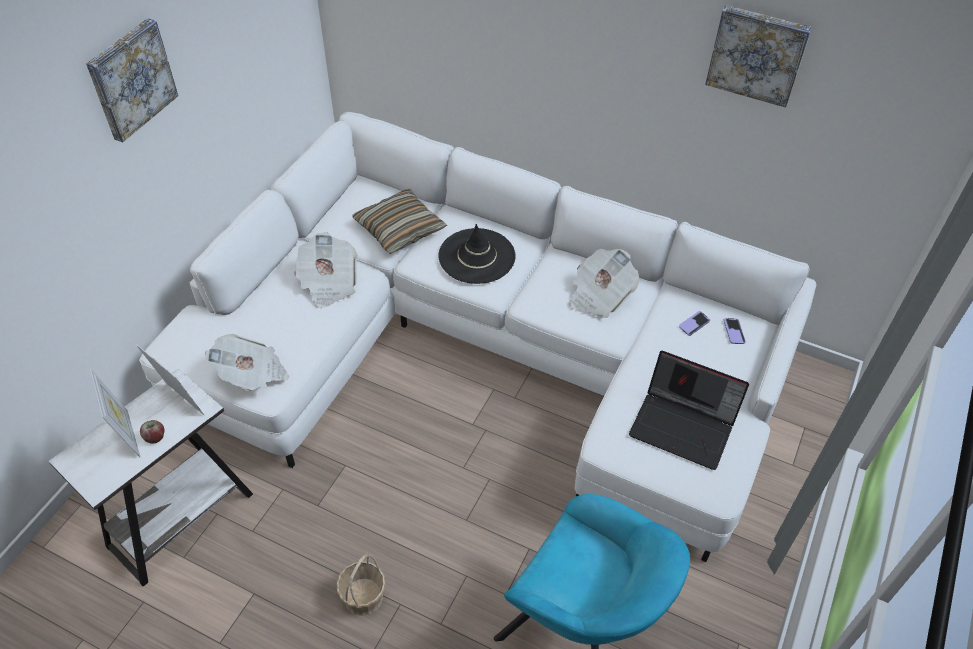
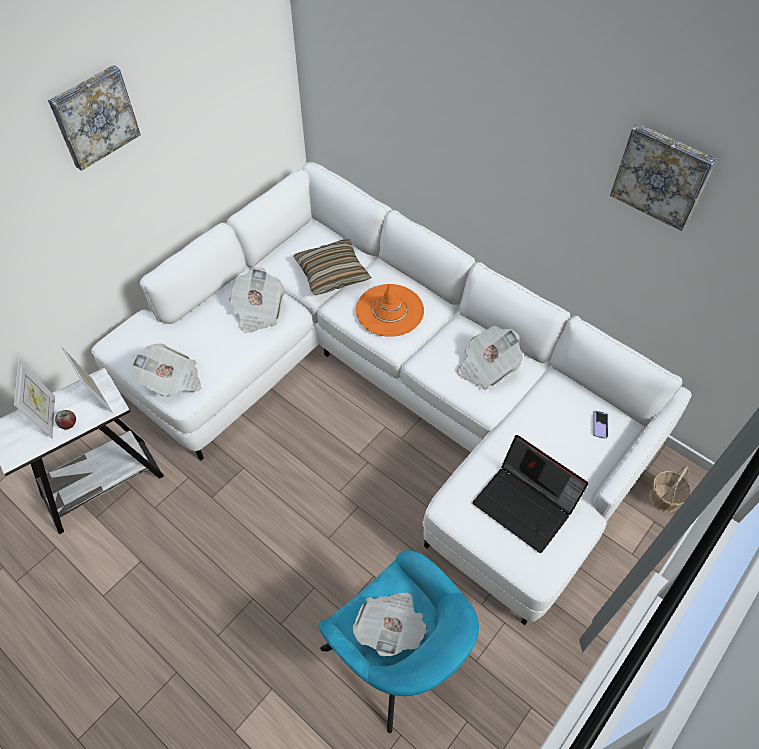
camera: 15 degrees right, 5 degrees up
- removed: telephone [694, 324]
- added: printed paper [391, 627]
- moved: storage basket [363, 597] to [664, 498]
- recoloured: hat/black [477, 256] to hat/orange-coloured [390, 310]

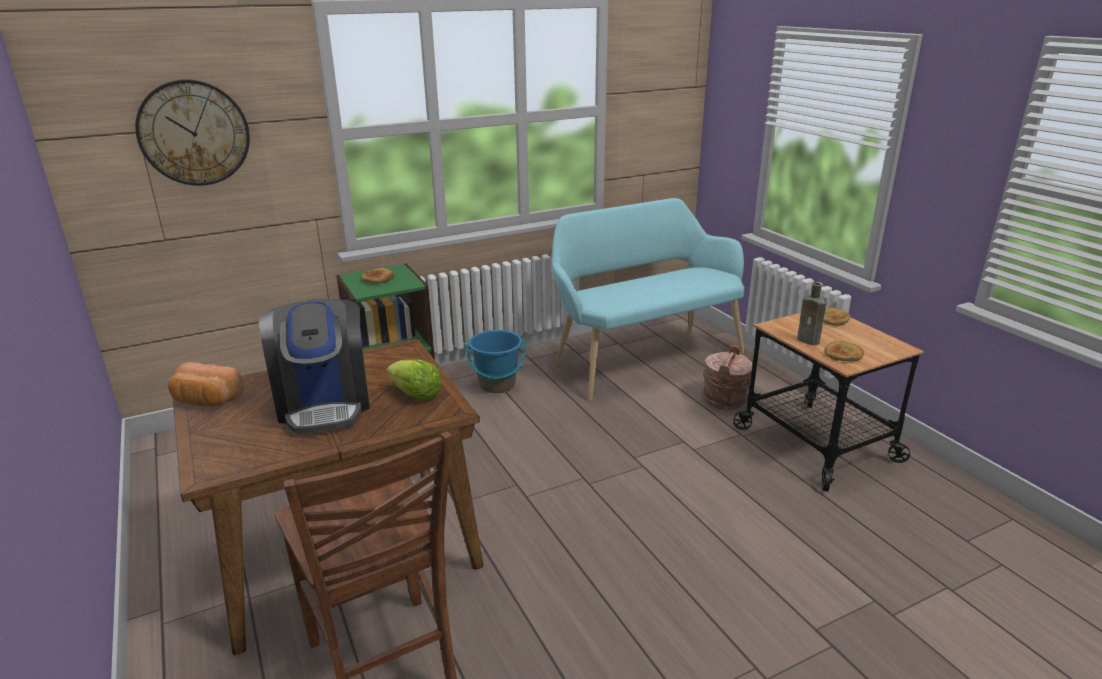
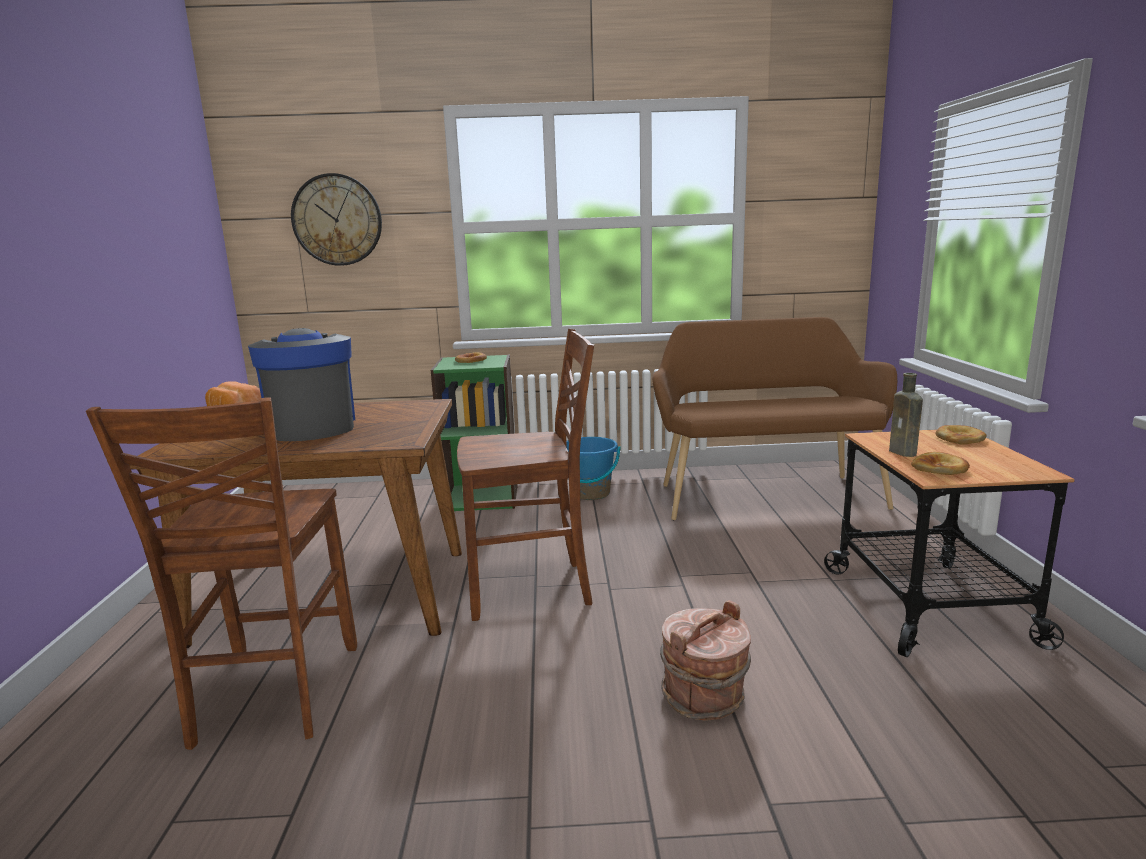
camera: 25 degrees right, 10 degrees down
- removed: lettuce [415, 394]
- added: upright chair/brownish [531, 589]
- moved: water bucket/brownish [725, 400] to [704, 698]
- recoloured: bench/blue-green [643, 359] to bench/brownish [764, 494]
- turned: coffee brewer [324, 404] = [312, 426] 150 degrees clockwise

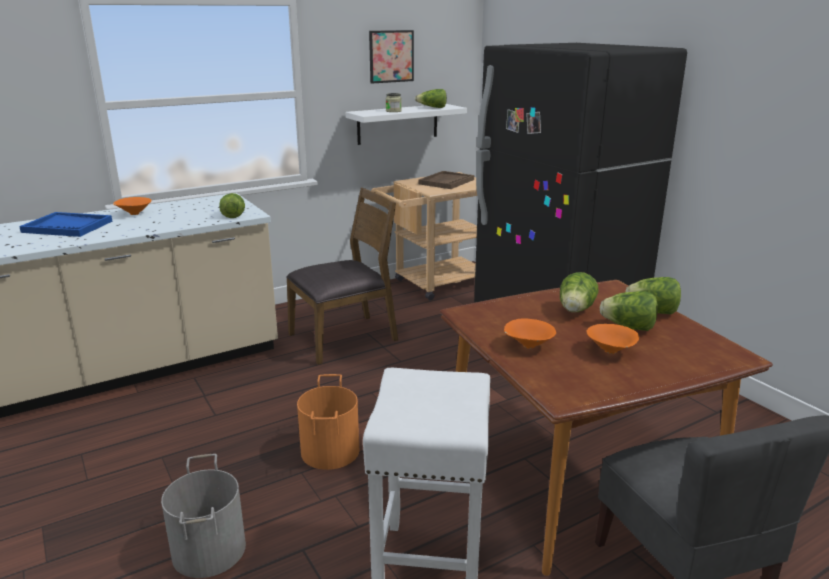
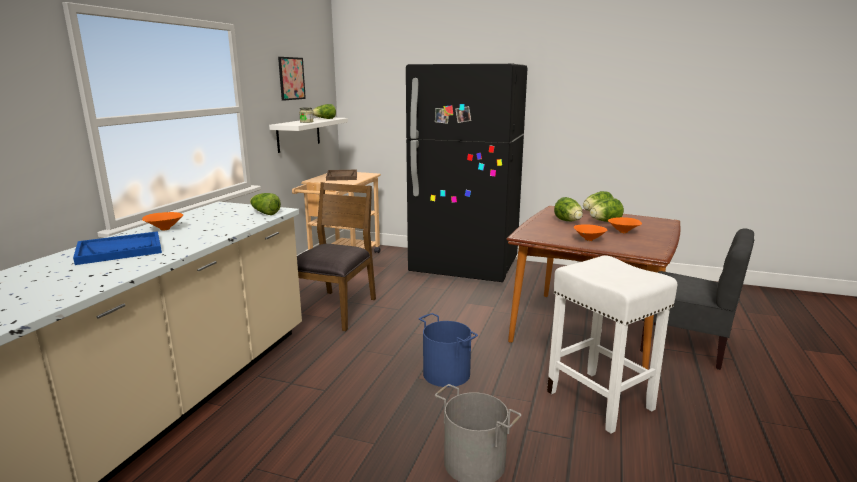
camera: 40 degrees left, 5 degrees down
- recoloured: water bucket/orange-coloured [329, 451] to water bucket/blue-coloured [446, 374]

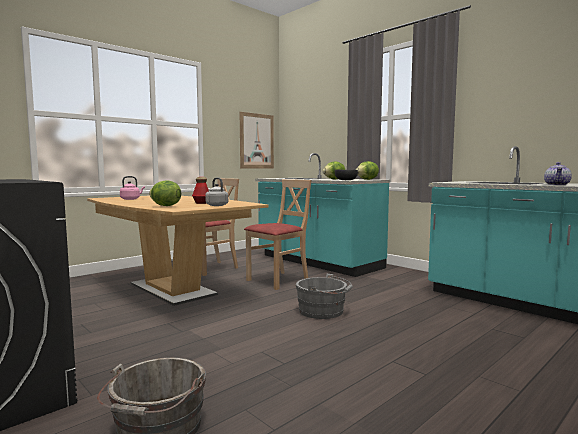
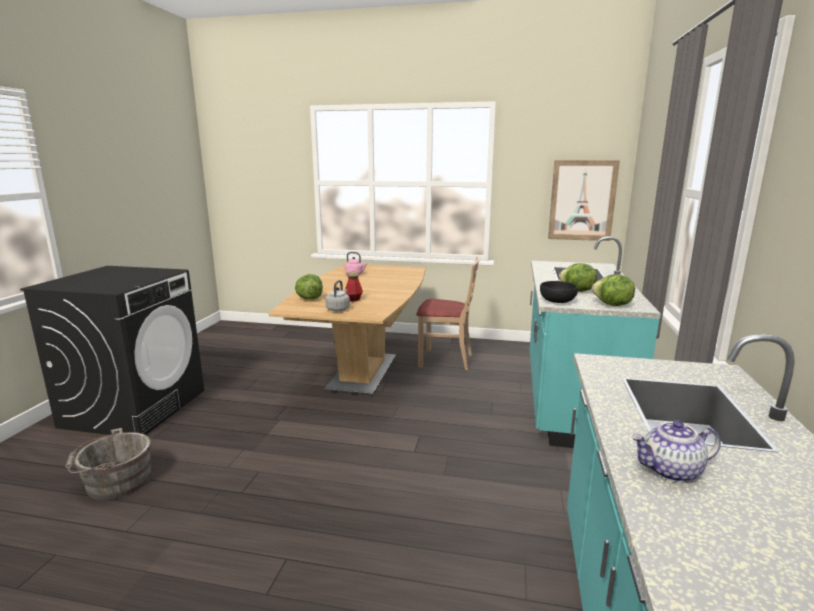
camera: 55 degrees right, 10 degrees up
- removed: upright chair/beige [278, 280]
- removed: water bucket/greyish [323, 311]

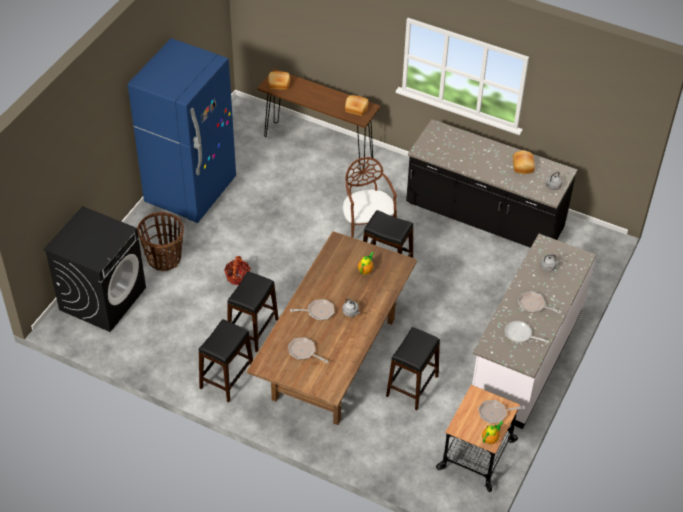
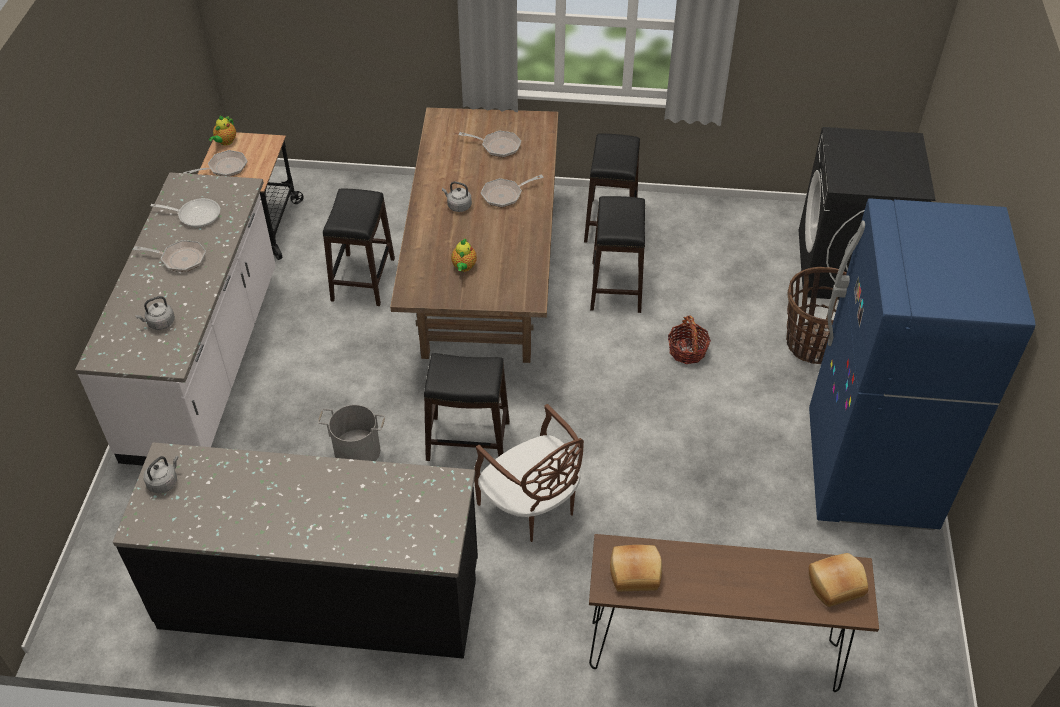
camera: 160 degrees right, 0 degrees up
- removed: baked bread [523, 166]
- added: water bucket/greyish [357, 450]

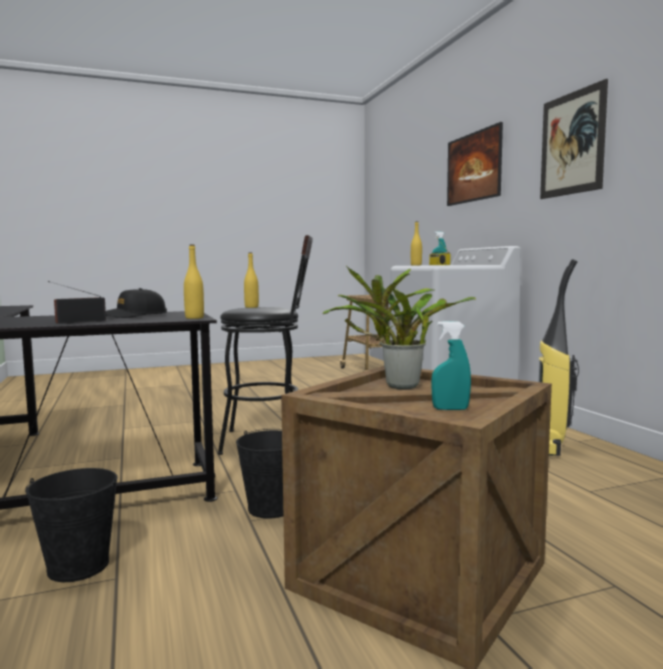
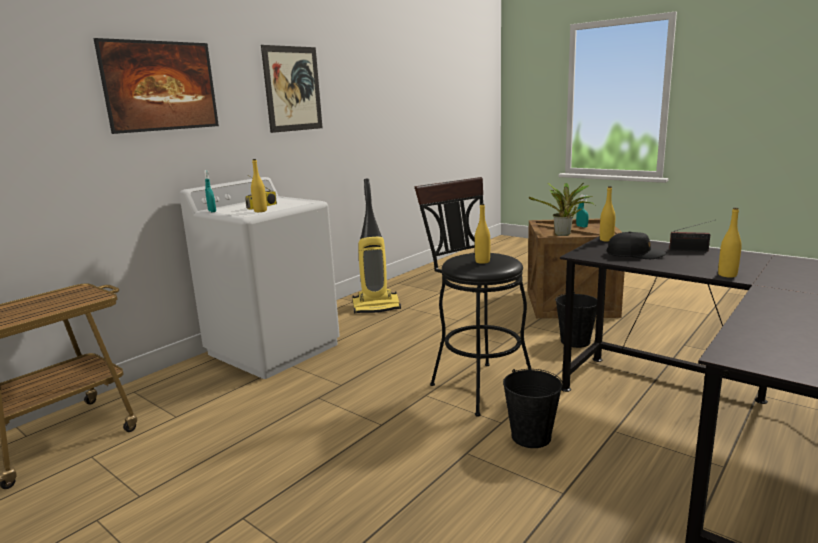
camera: 120 degrees left, 10 degrees up
- added: drink bottle/yellow-coloured [727, 275]
- moved: water bucket/black [78, 566] to [531, 437]

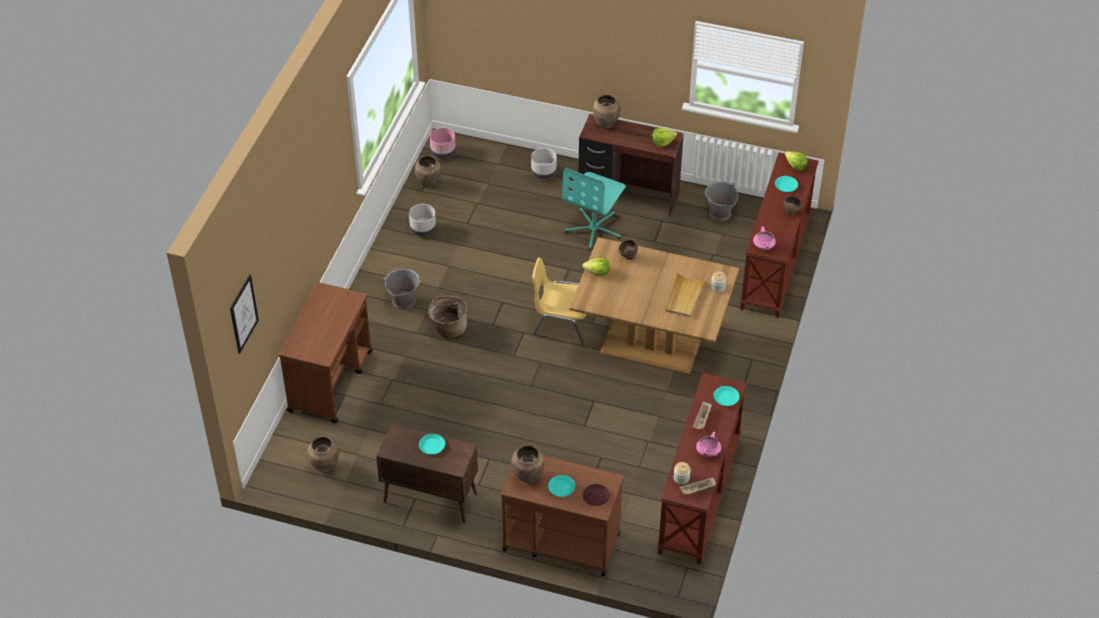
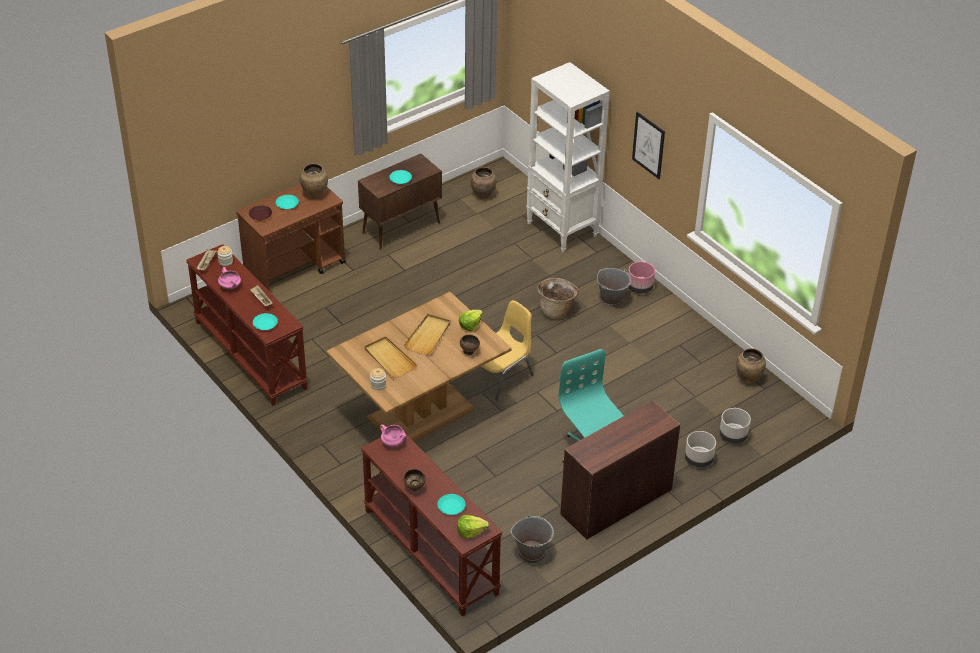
camera: 125 degrees right, 5 degrees down
- removed: vase/brownish [605, 124]
- removed: lettuce [662, 141]
- added: serving tray/beige [428, 336]
- moved: wall art [243, 314] to [648, 145]
- moved: plant pot/greyish [423, 230] to [732, 436]
- moved: plant pot/pink [443, 153] to [639, 288]
- replaced: cart/brownish [331, 381] to shelving unit/white-coloured [562, 229]

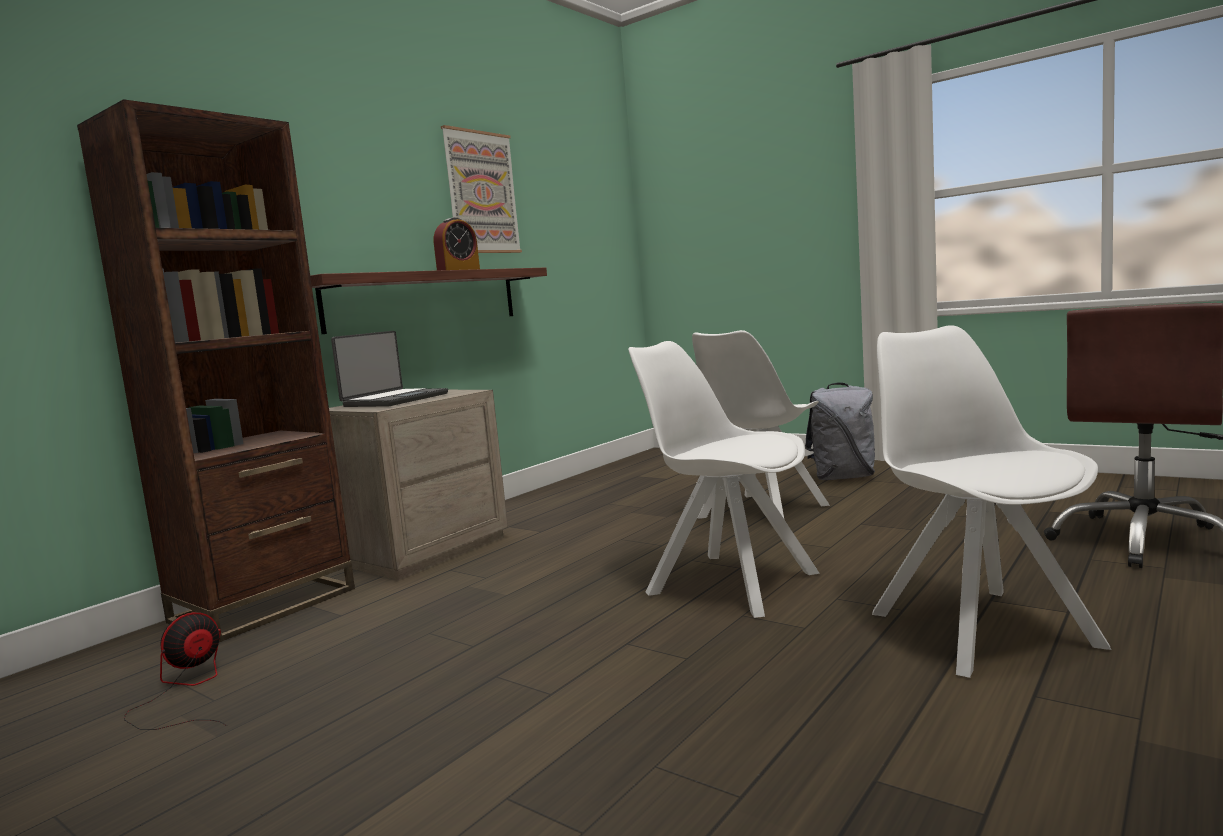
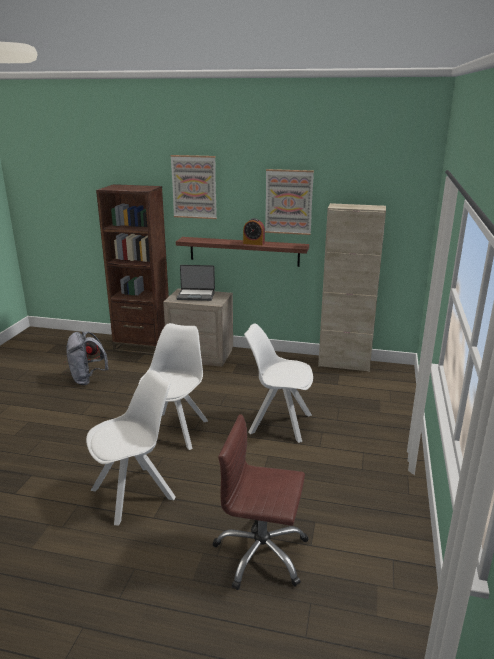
camera: 65 degrees right, 15 degrees up
- added: wall art [194, 187]
- added: cupboard/beige [344, 364]
- moved: knapsack/greyish [842, 477] to [88, 379]

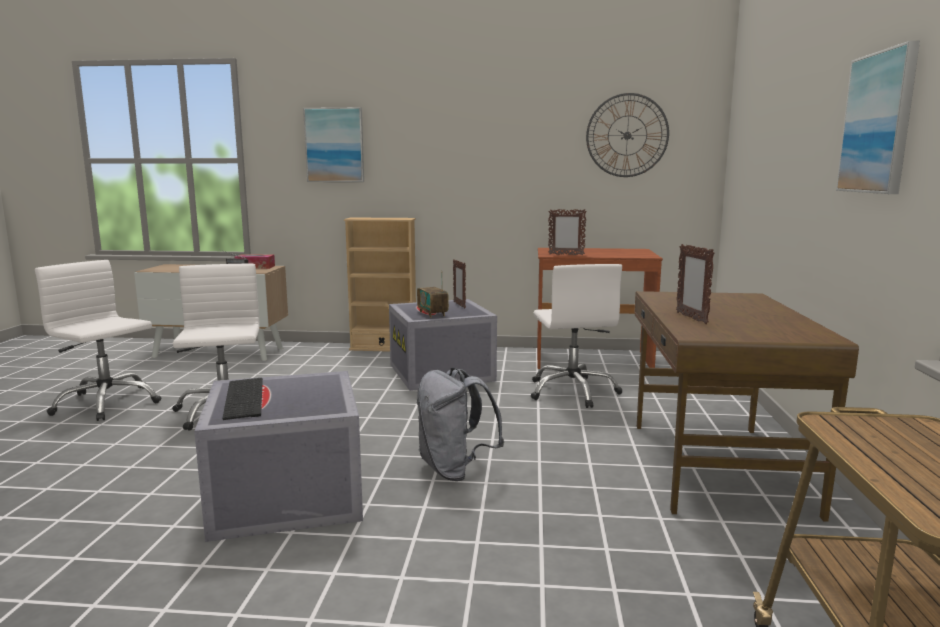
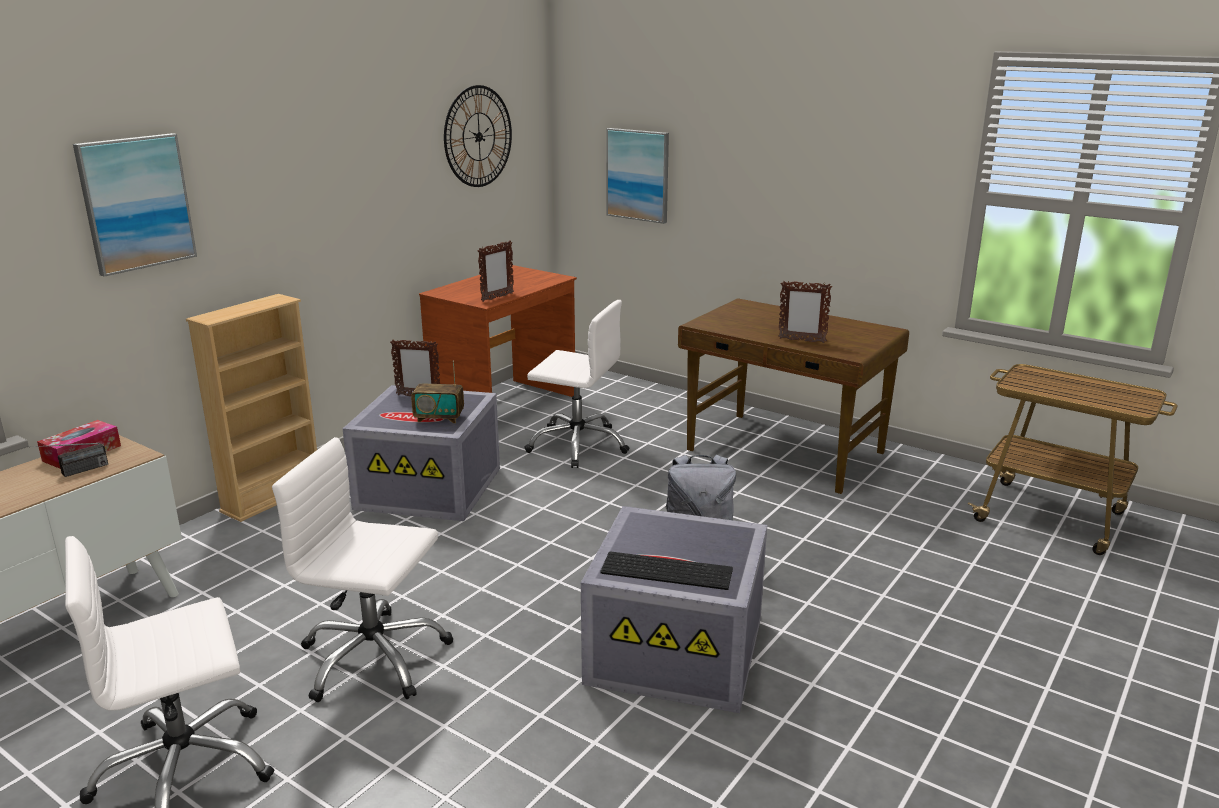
camera: 60 degrees left, 10 degrees up
- moved: wall art [878, 123] to [638, 175]

